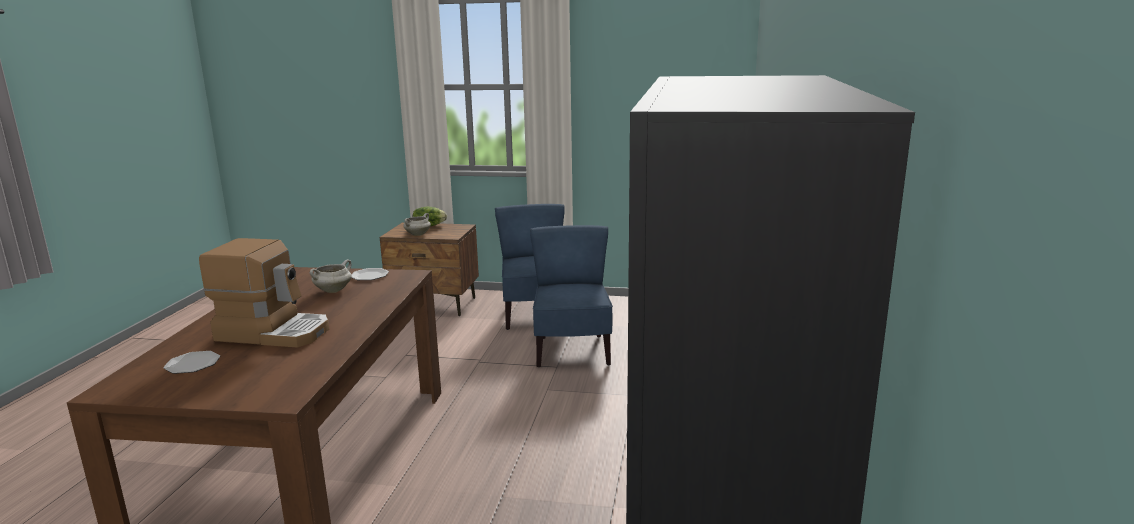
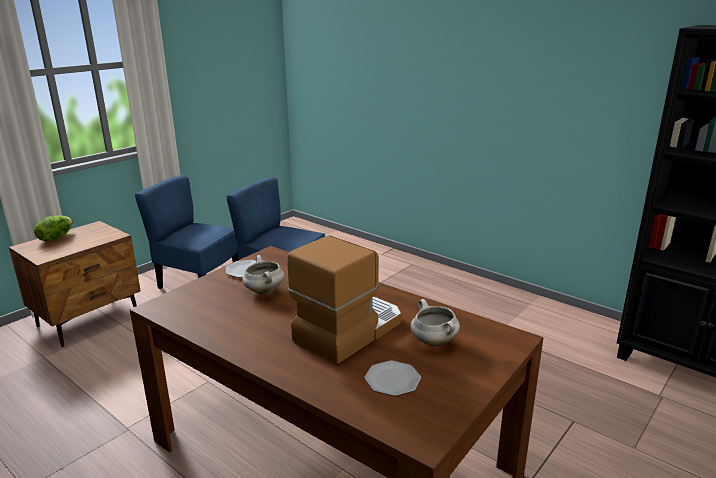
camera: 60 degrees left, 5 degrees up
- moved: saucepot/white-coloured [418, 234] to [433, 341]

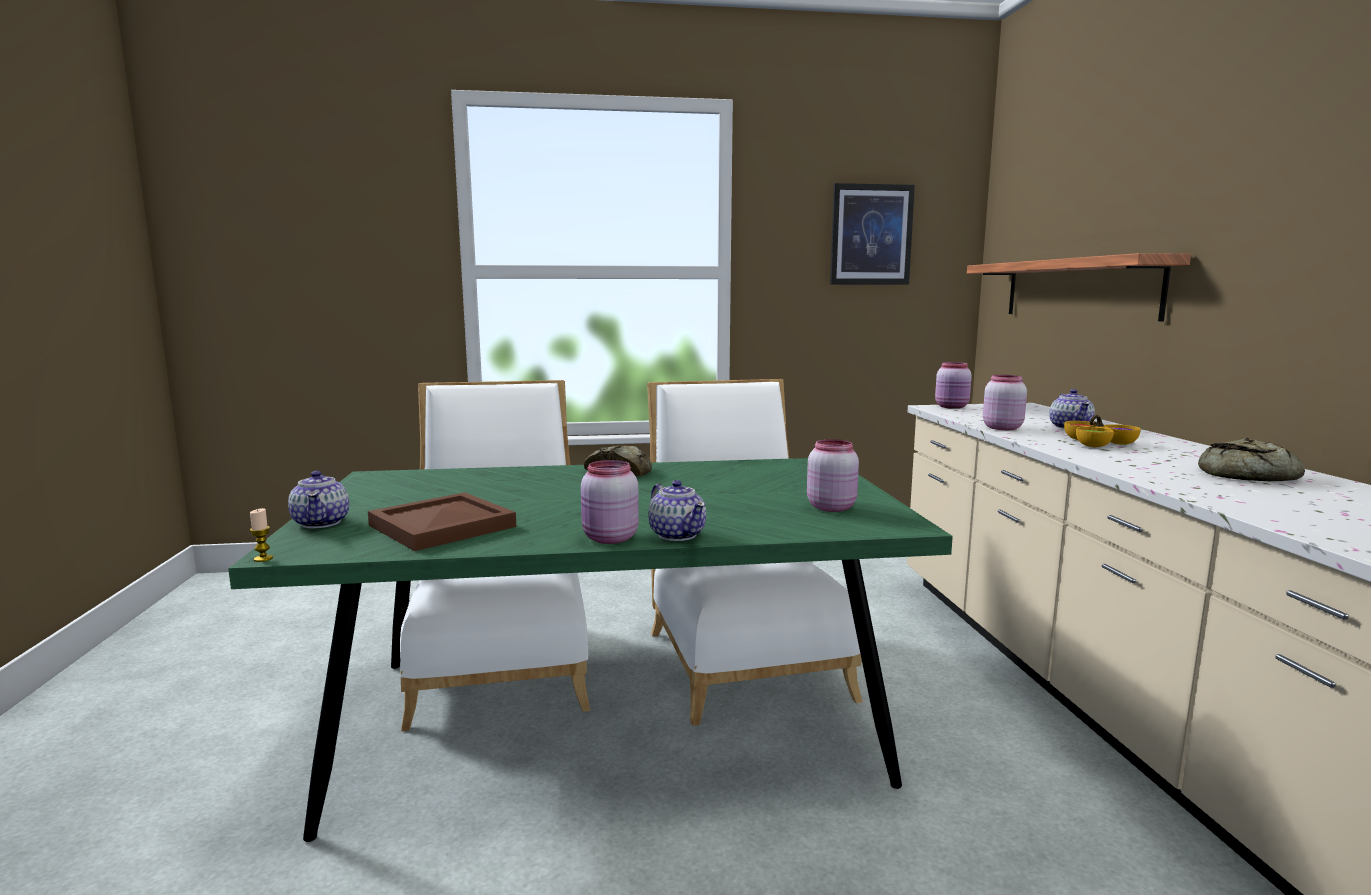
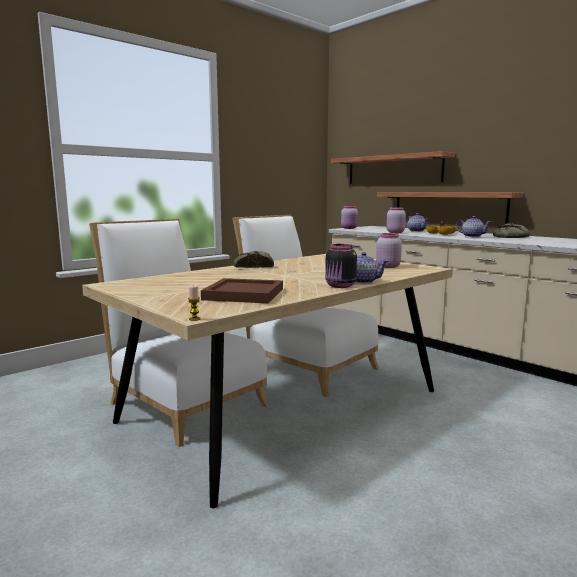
camera: 35 degrees left, 0 degrees up
- removed: wall art [871, 235]
- added: shelf [448, 206]
- moved: pot for tea [322, 522] to [472, 236]
- recoloured: dinner table/greenish [613, 717] to dinner table/beige [285, 405]
- recoloured: preserve jar/pink [609, 538] to preserve jar/black [340, 286]

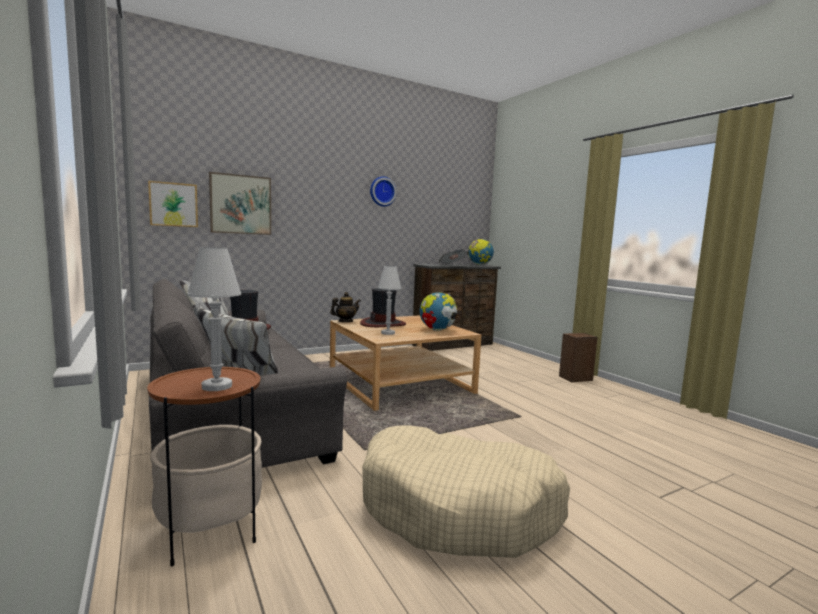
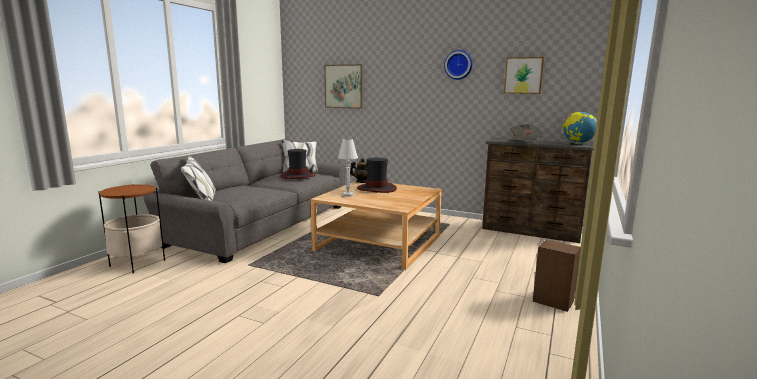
camera: 55 degrees right, 5 degrees up
- removed: lamp for a table/white-coloured [217, 386]
- removed: pet bed/beige [458, 508]
- removed: desk globe [437, 330]
- moved: wall art [173, 204] to [523, 75]

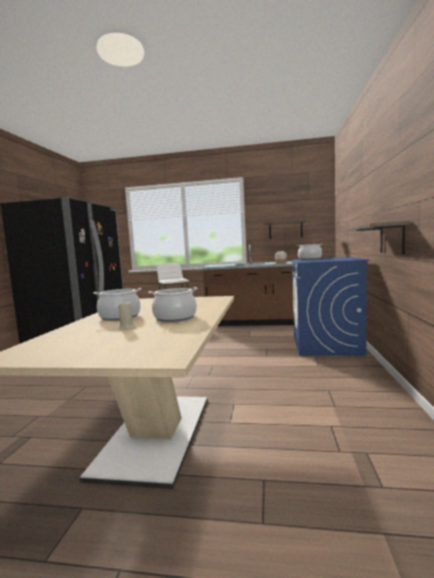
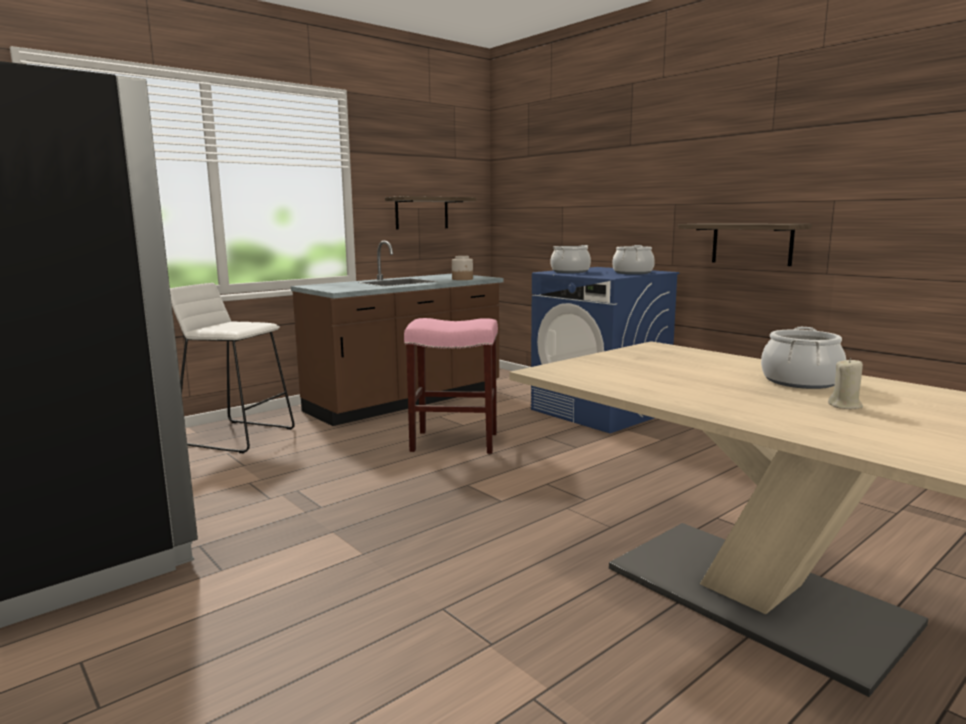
camera: 50 degrees left, 5 degrees up
- added: sitting stool/pink [456, 442]
- moved: saucepot [120, 317] to [632, 273]

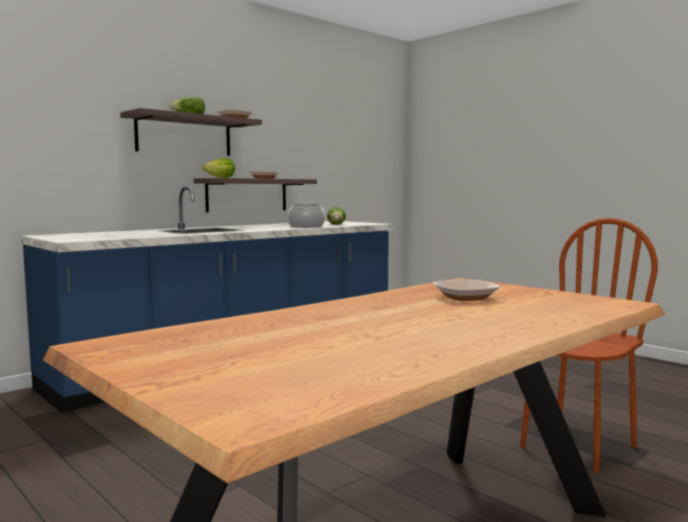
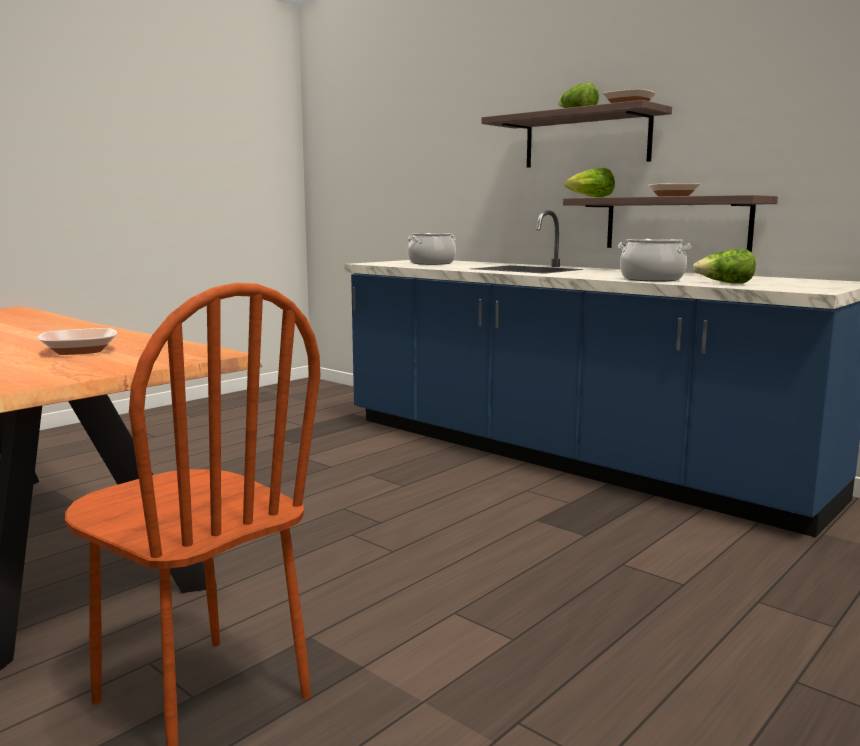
camera: 85 degrees right, 5 degrees up
- added: saucepot [431, 263]

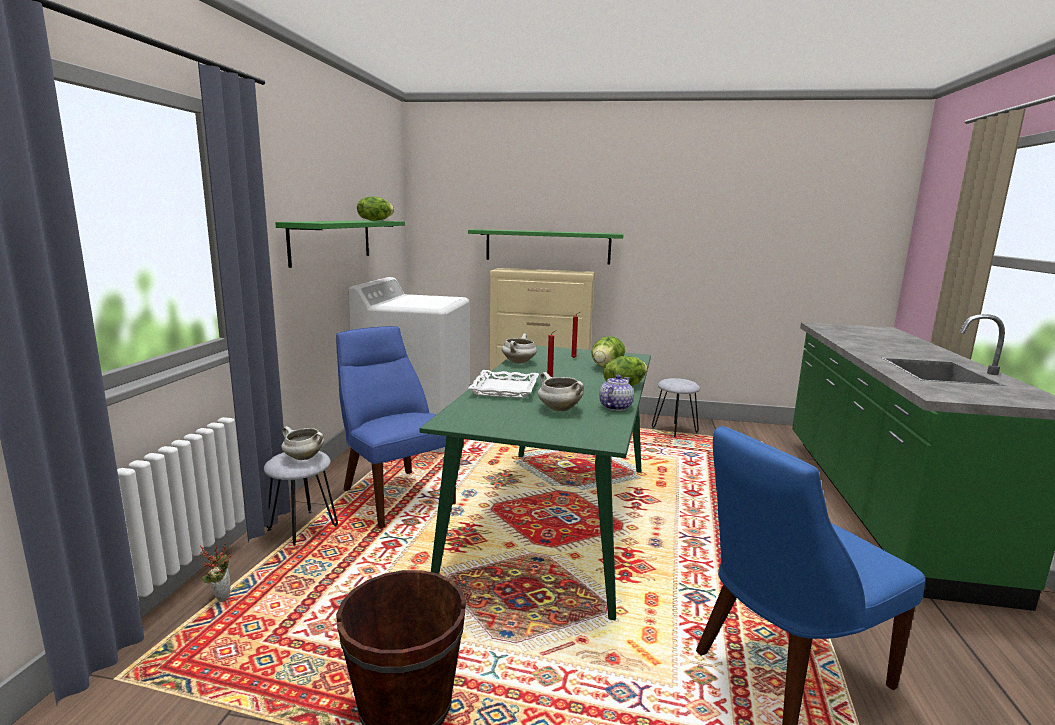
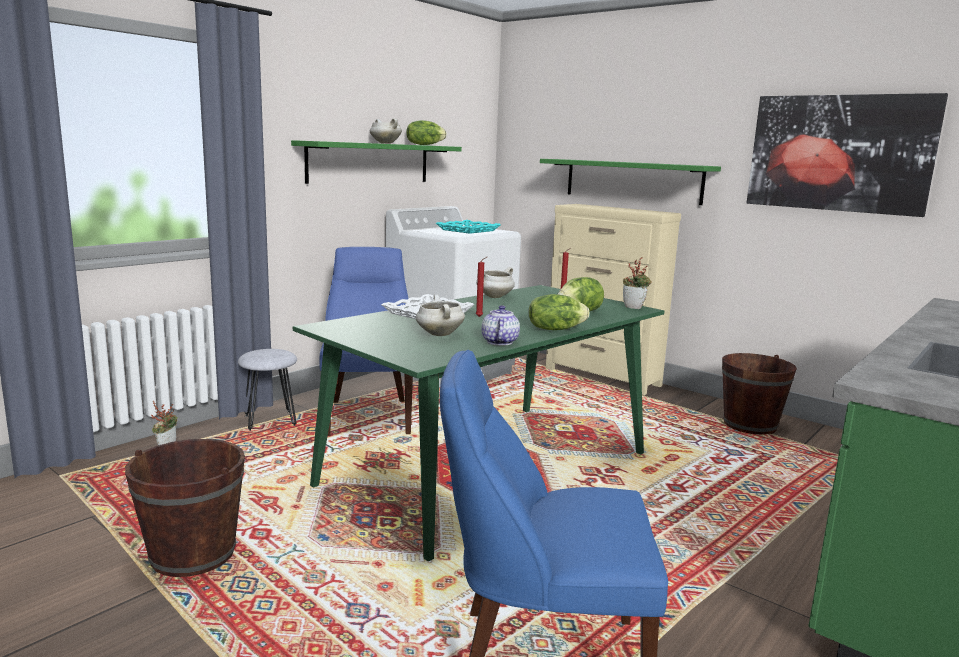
camera: 30 degrees right, 0 degrees up
- added: serving tray/blue-green [468, 230]
- added: houseplant [634, 307]
- added: wall art [839, 153]
- moved: saucepot/white-coloured [303, 458] to [385, 143]
- replaced: sitting stool/greyish [674, 430] to water bucket/brownish [749, 425]
- turned: pot for tea [615, 407] = [499, 342] 60 degrees counterclockwise

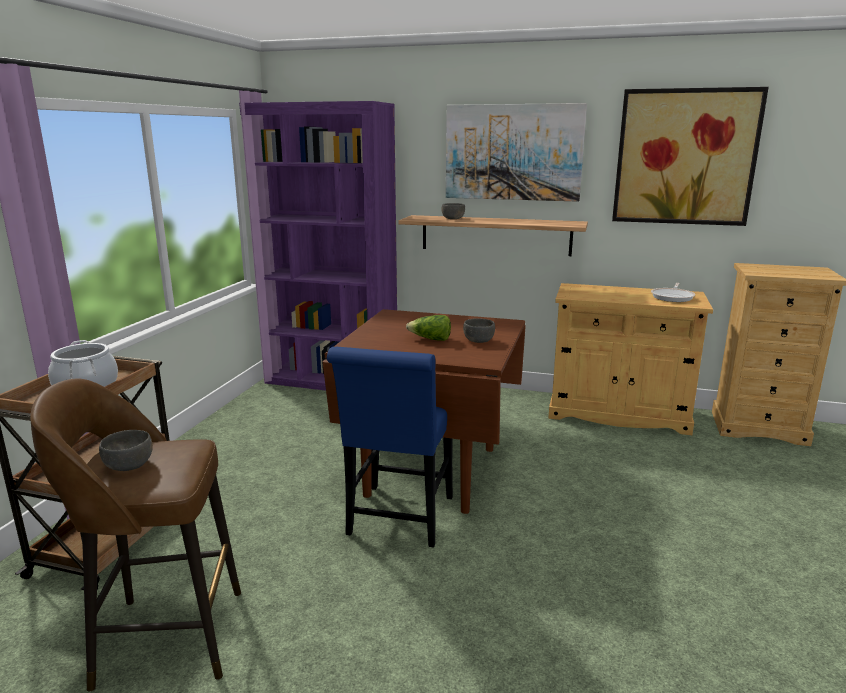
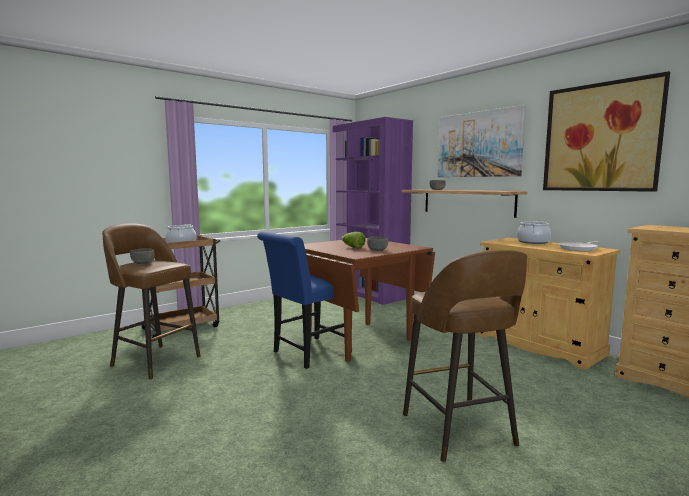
camera: 35 degrees right, 10 degrees down
- added: sitting stool/brownish [459, 431]
- added: saucepot [532, 242]

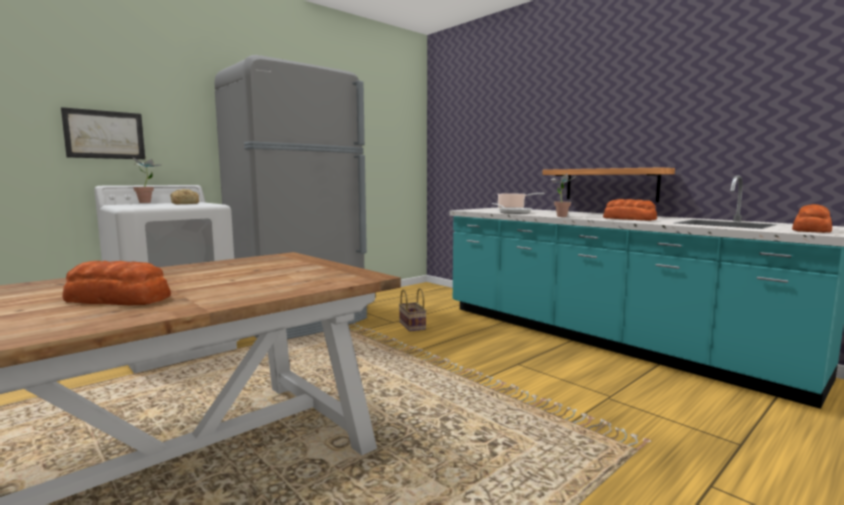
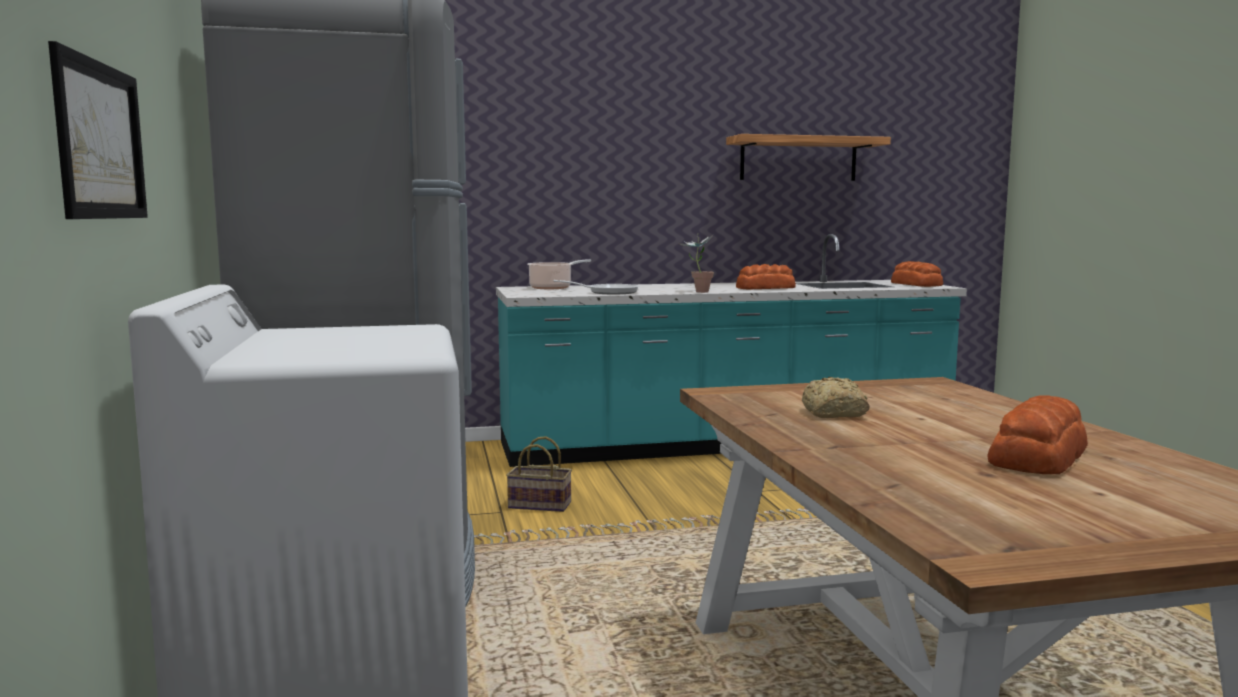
camera: 60 degrees left, 0 degrees up
- removed: houseplant [149, 202]
- moved: baked bread [184, 204] to [833, 413]
- moved: shelf [610, 184] to [798, 159]

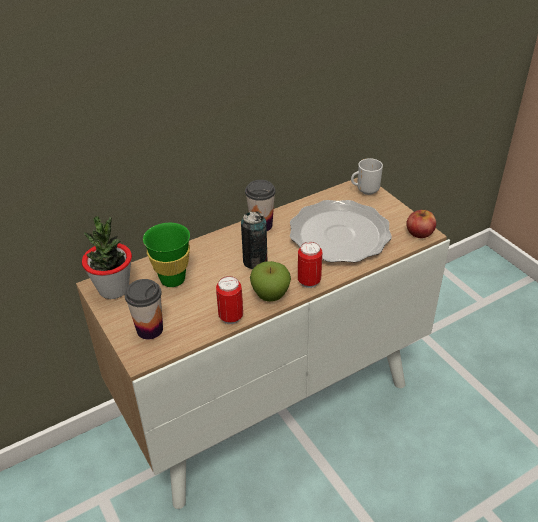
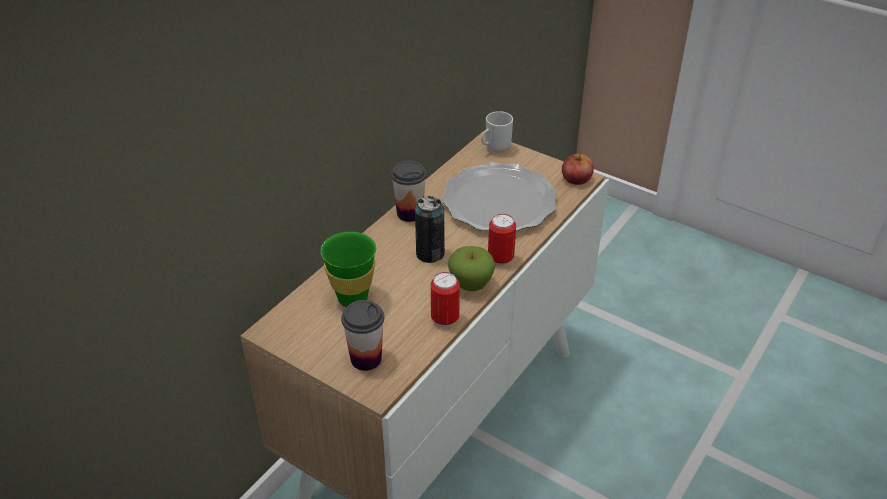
camera: 25 degrees left, 0 degrees up
- removed: houseplant [114, 289]

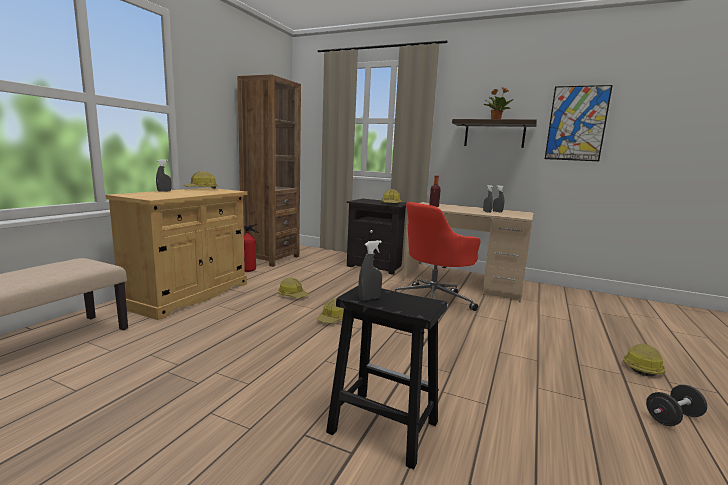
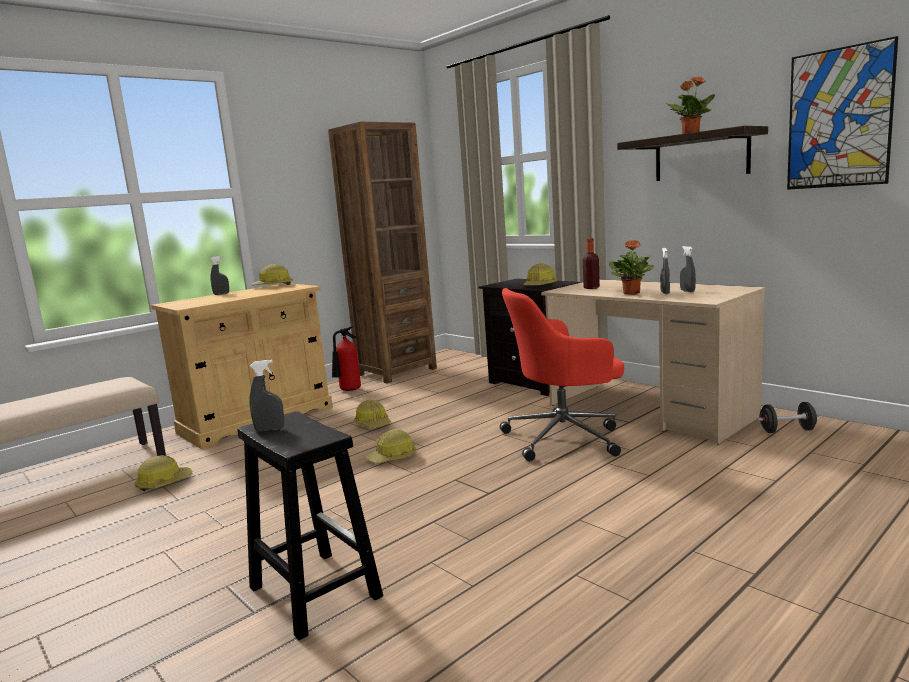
camera: 25 degrees right, 0 degrees up
- added: houseplant [631, 293]
- moved: hard hat [641, 367] to [164, 483]
- moved: free weight/black [672, 418] to [787, 430]

